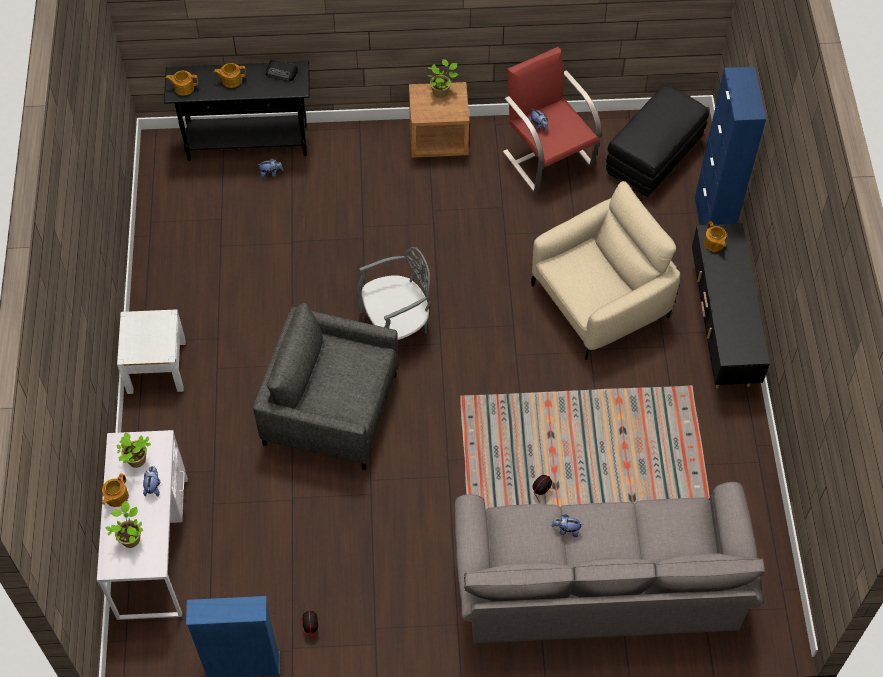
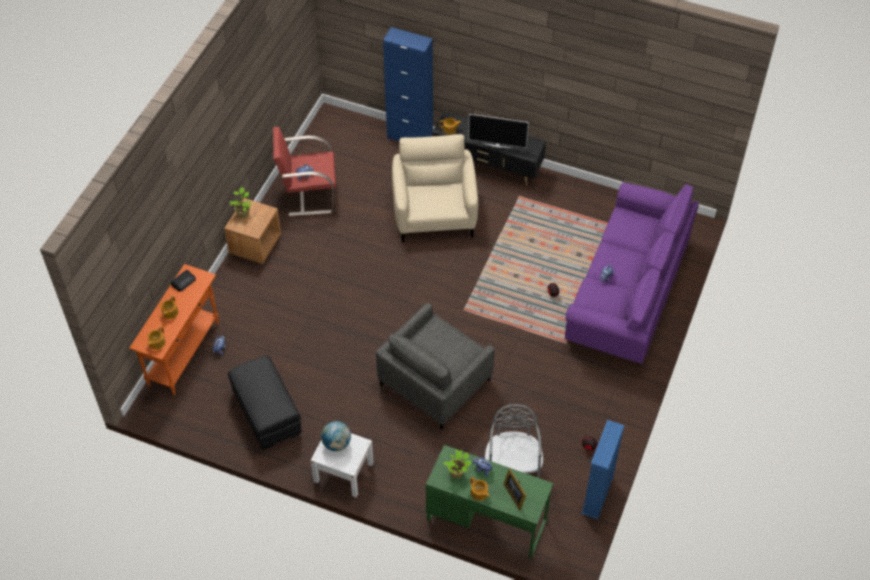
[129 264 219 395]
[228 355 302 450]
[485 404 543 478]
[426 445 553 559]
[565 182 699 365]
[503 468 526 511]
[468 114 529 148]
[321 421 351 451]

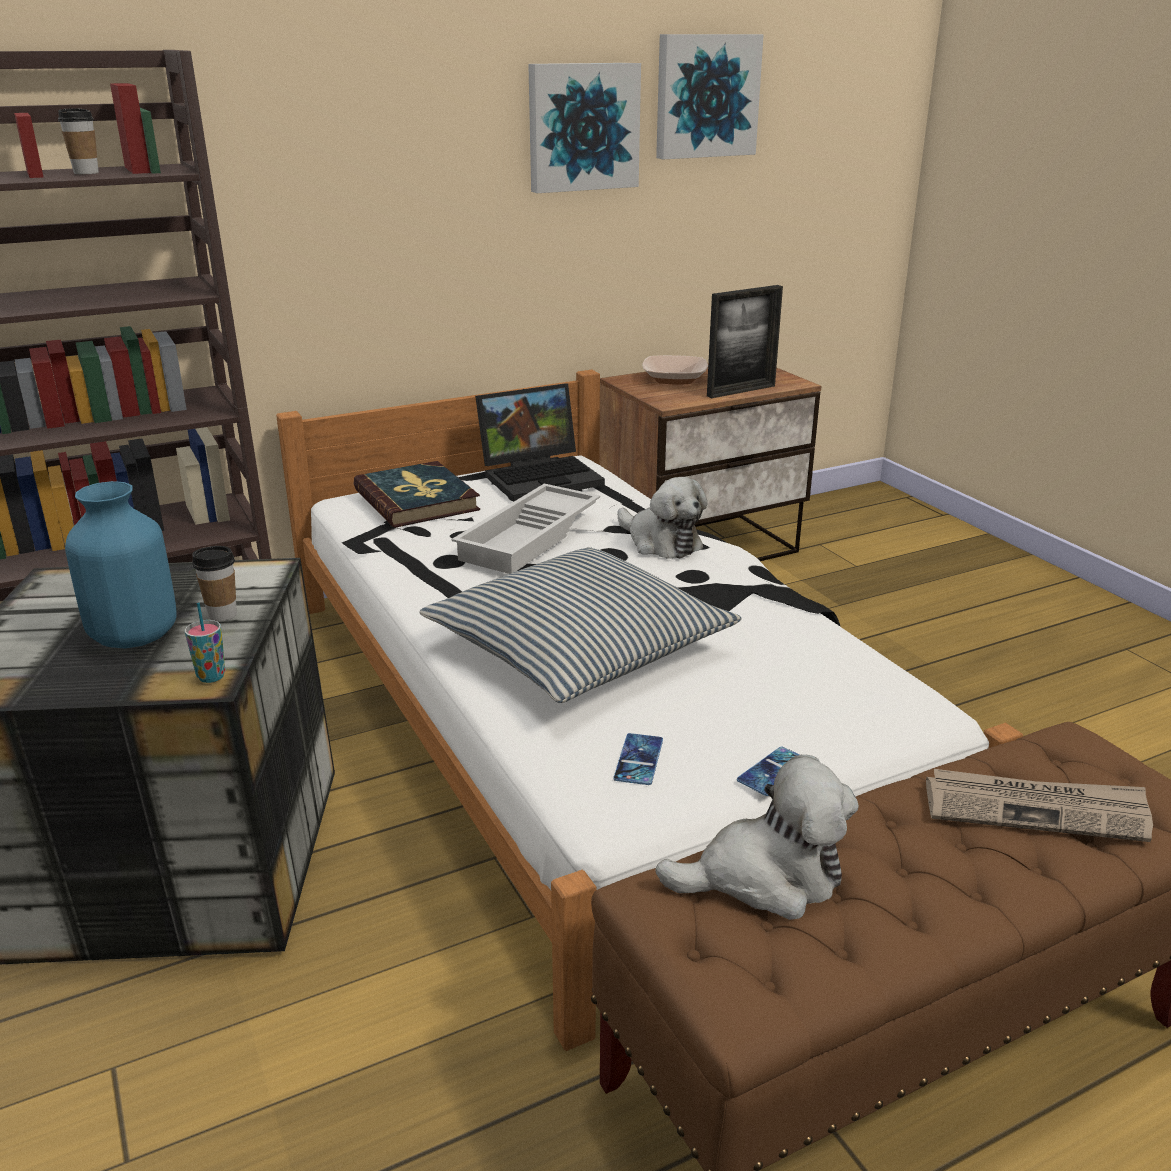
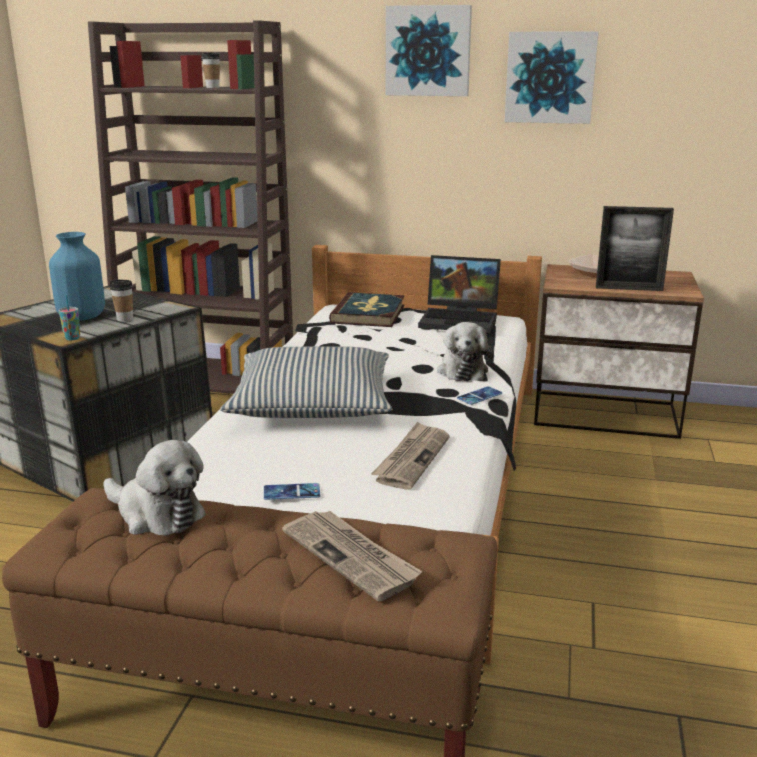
[386 5 472 96]
[452 483 600 574] (first image)
[457 386 502 405]
[371 422 450 490]

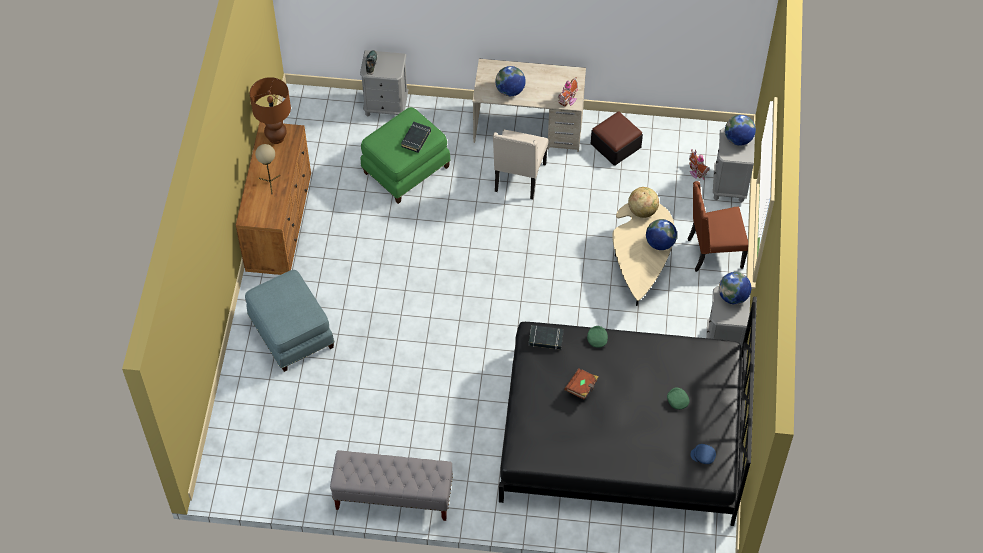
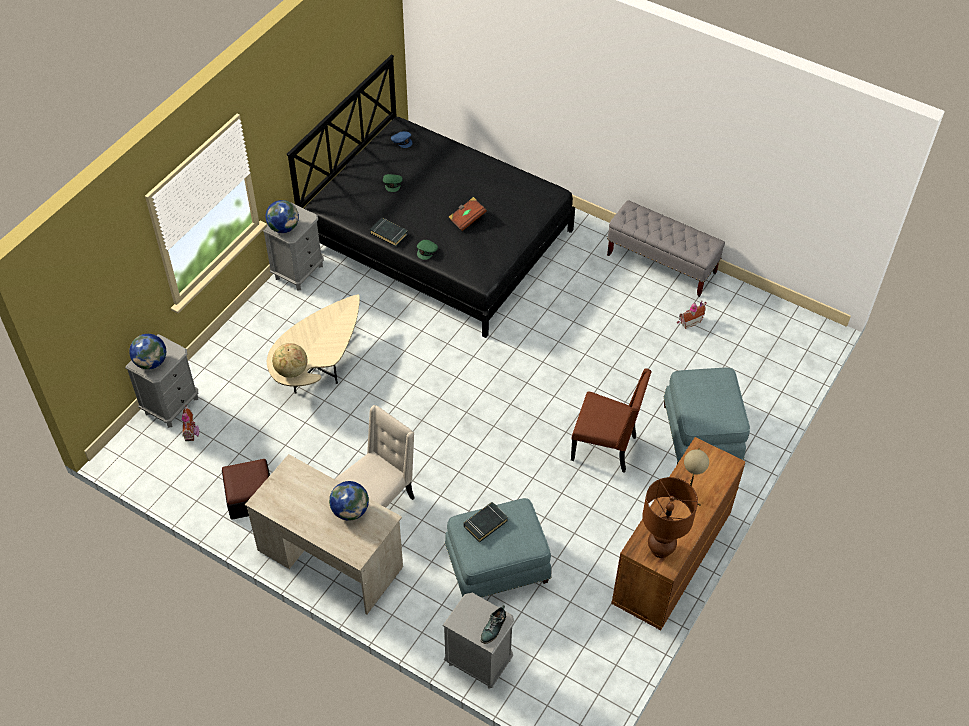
[677 300 707 329]
[445 498 552 597]
[571 368 652 473]
[646 219 677 250] (first image)
[370 218 408 247]

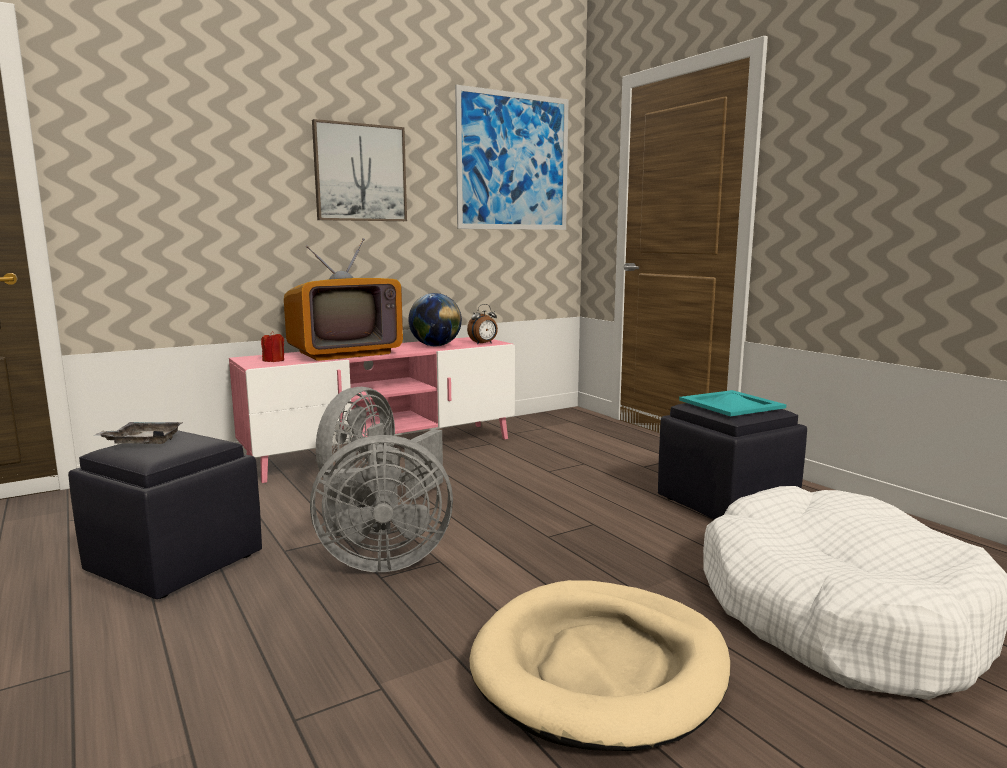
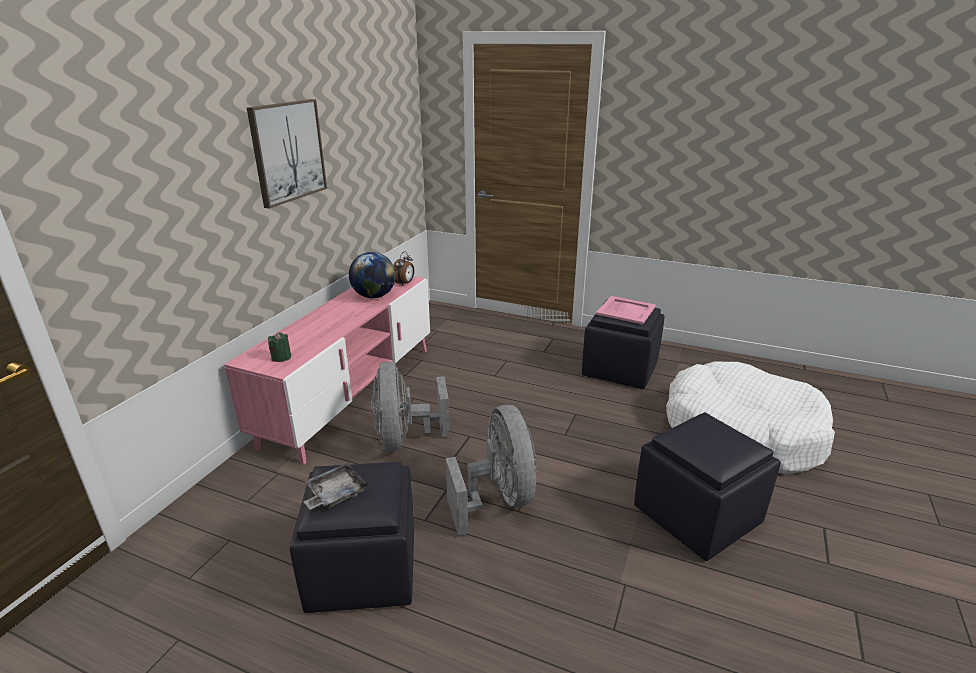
[455 85 569 230] (first image)
[284 238 403 361] (first image)
[268 332 291 362]
[596 296 656 324]
[446 405 537 536]
[634 412 781 561]

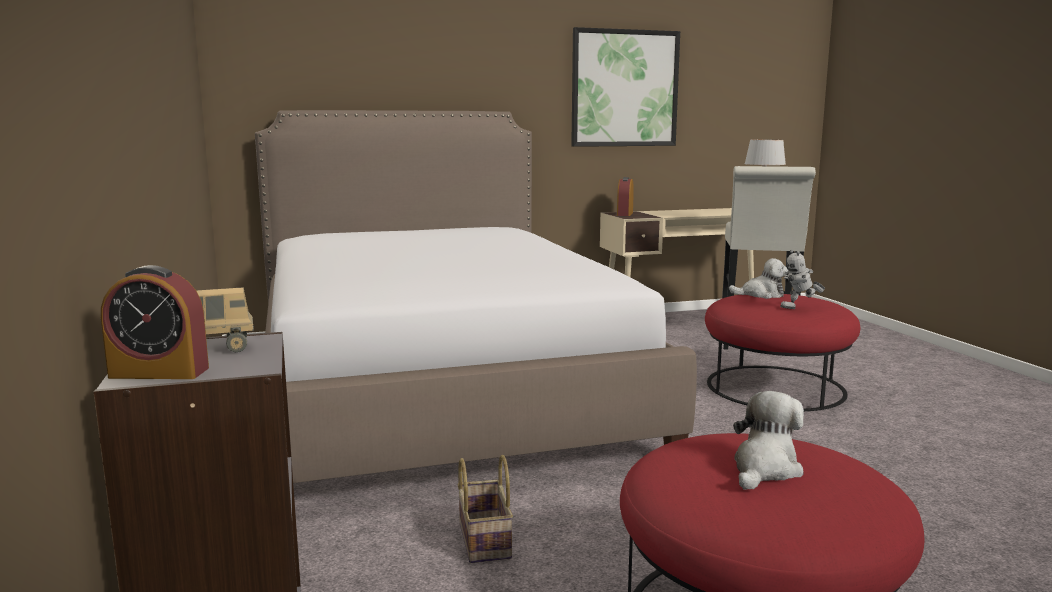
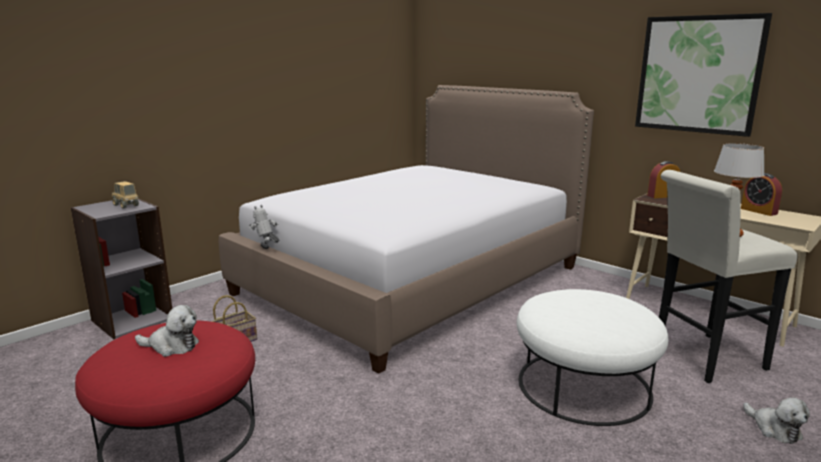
[249 205 279 249]
[743 397 810 444]
[741 173 782 216]
[517 289 668 426]

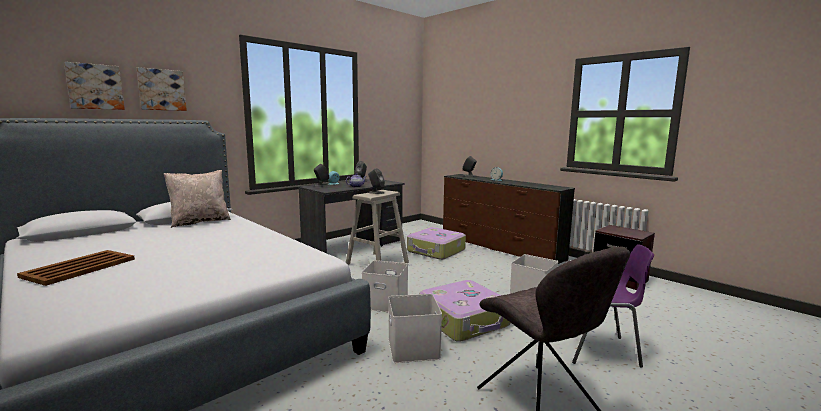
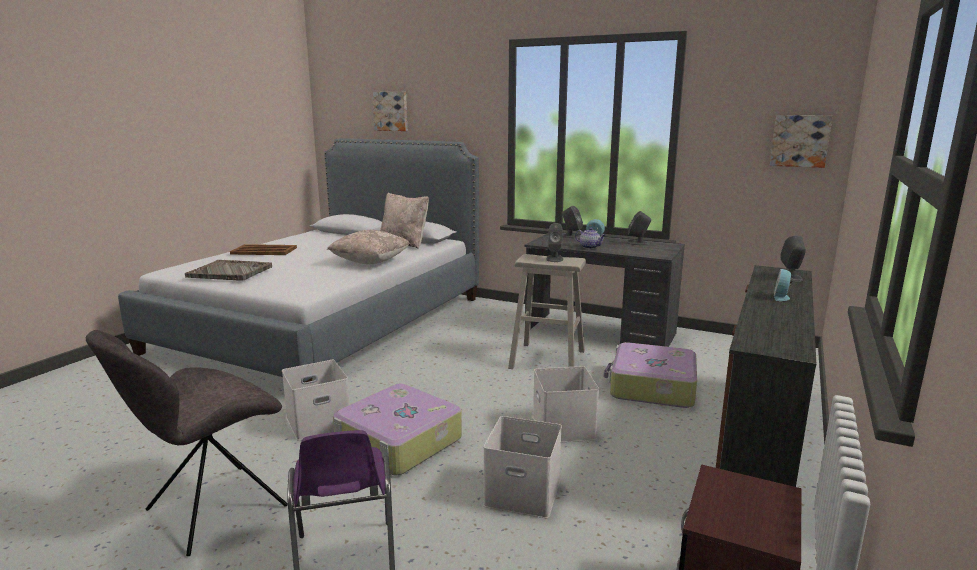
[770 115 833 168]
[533 366 599 442]
[327 230 410 264]
[185 260 272 281]

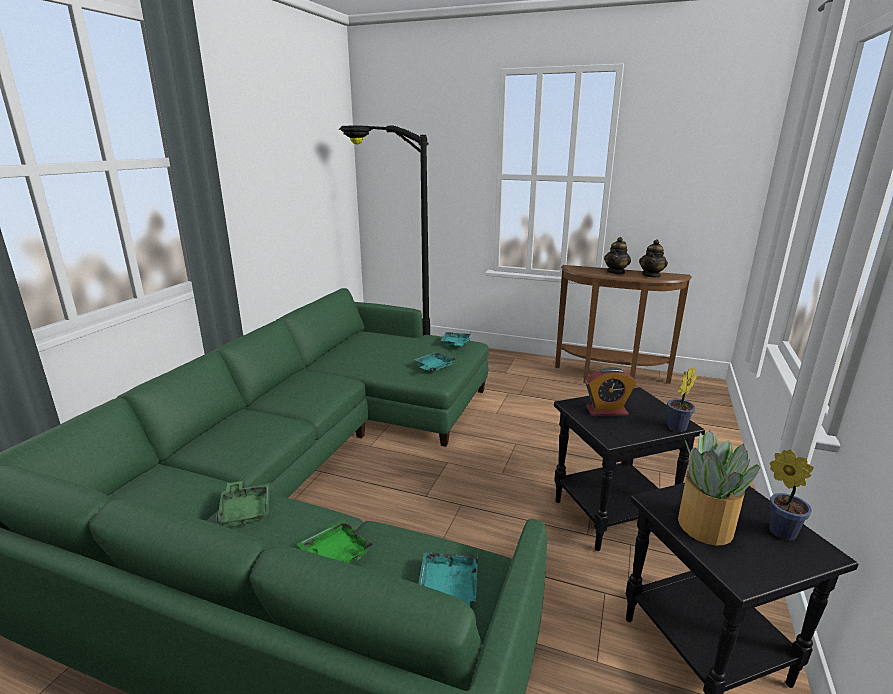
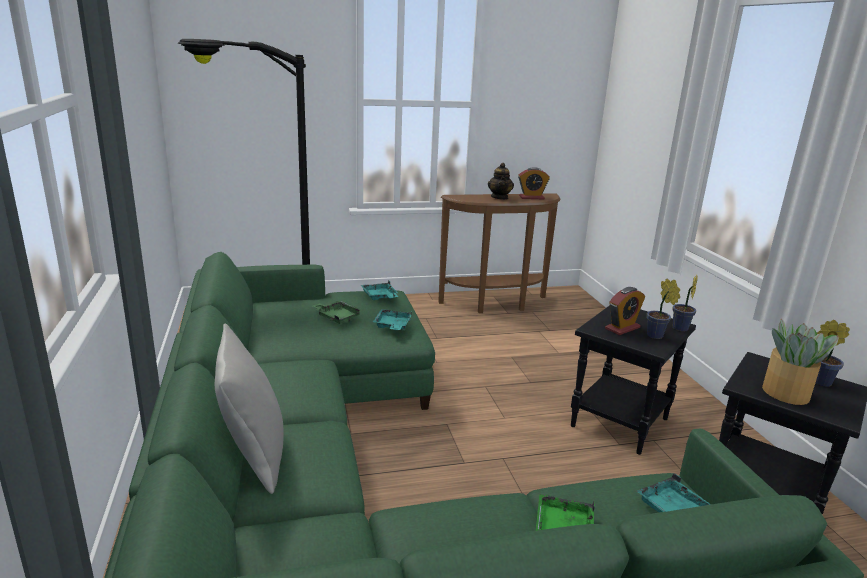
[518 167 550 199]
[313 300 363 324]
[647 279 680 339]
[215 324 284 494]

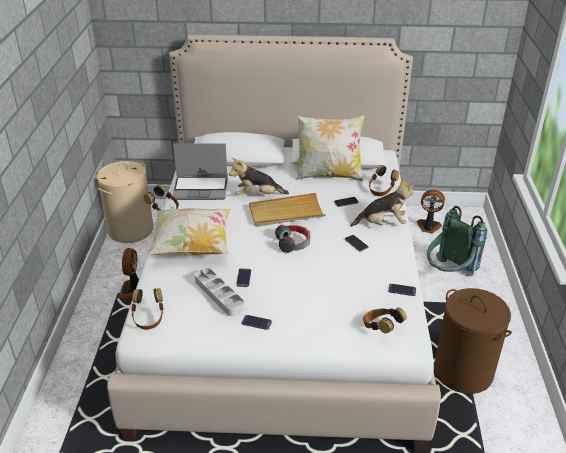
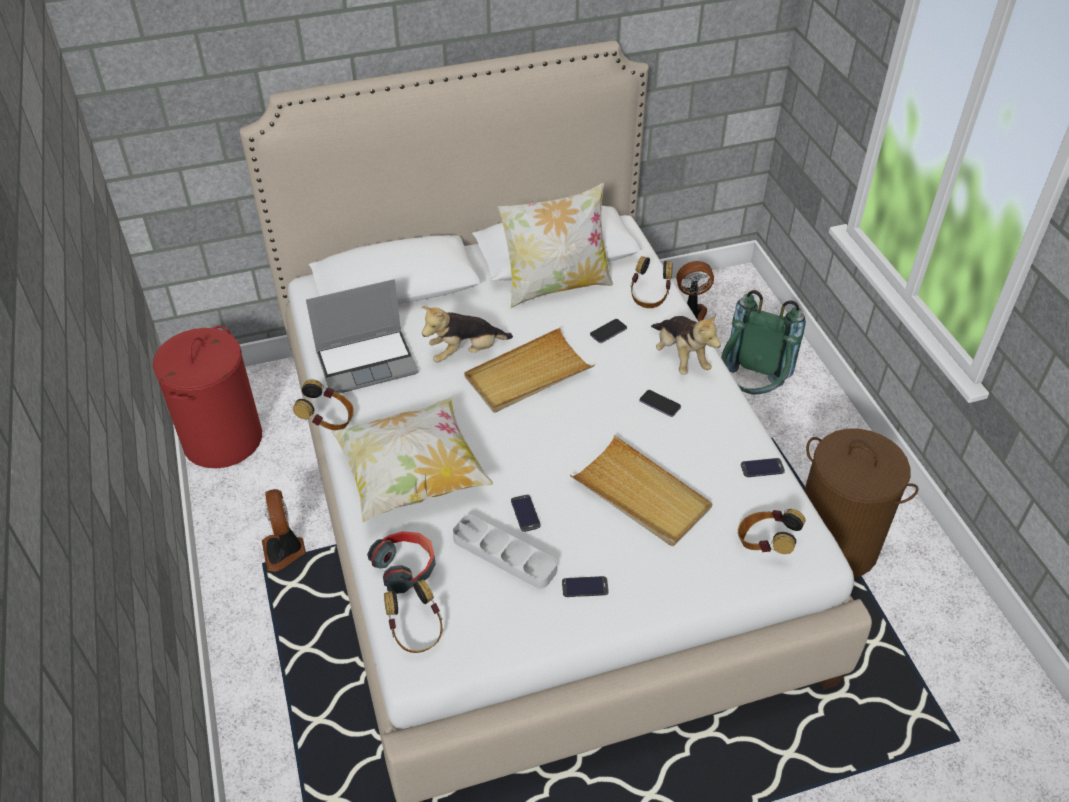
[153 326 262 468]
[651 314 721 375]
[367 531 436 594]
[570 435 712 546]

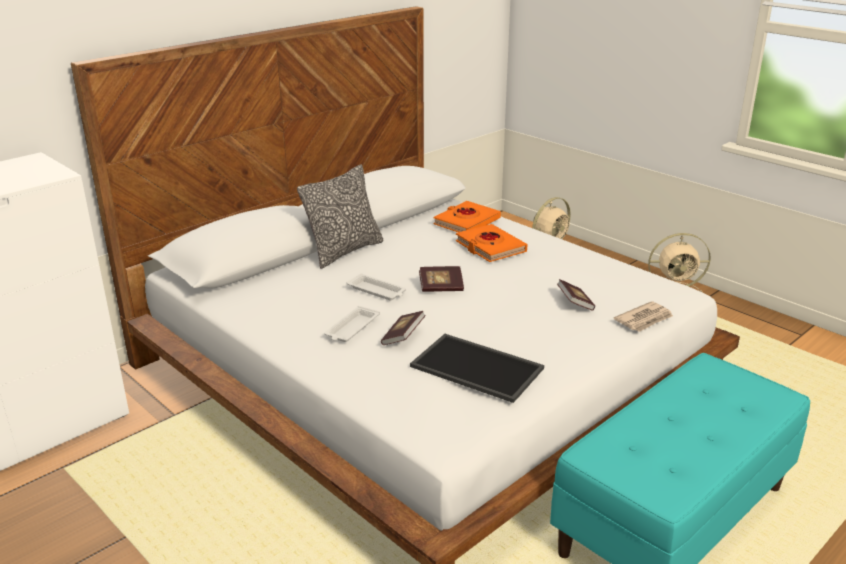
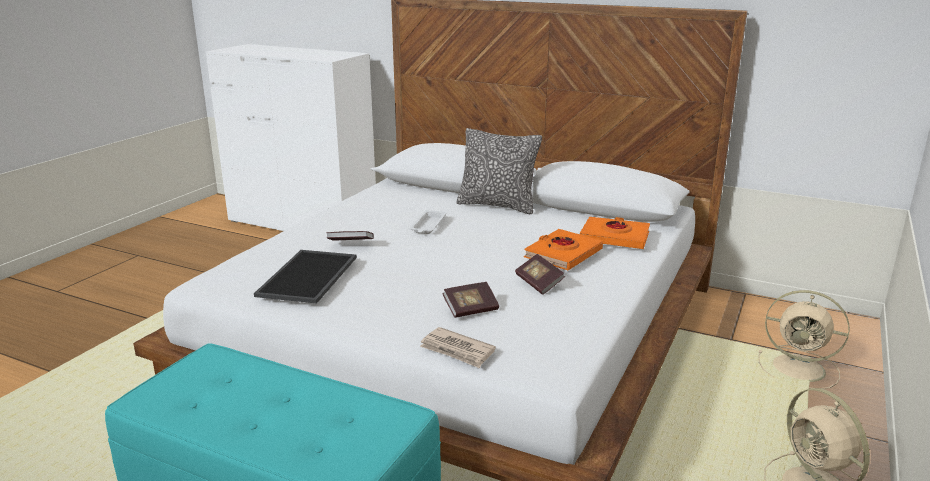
[515 254 565 295]
[324 306 380 342] (first image)

